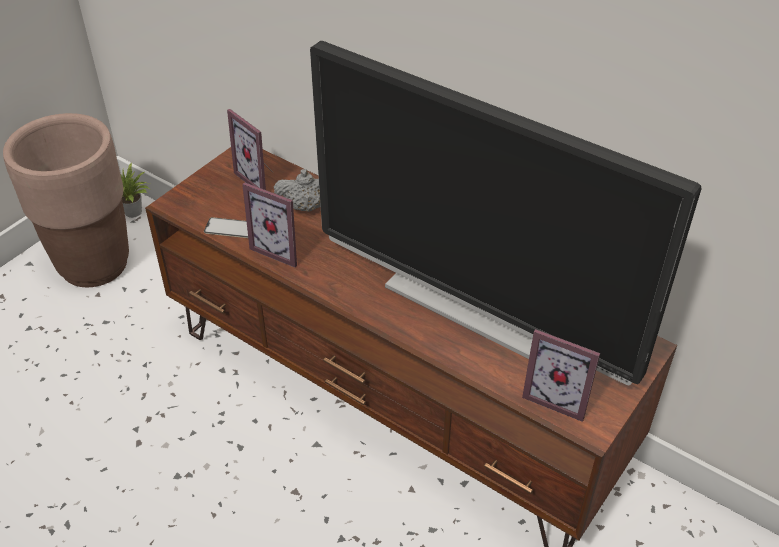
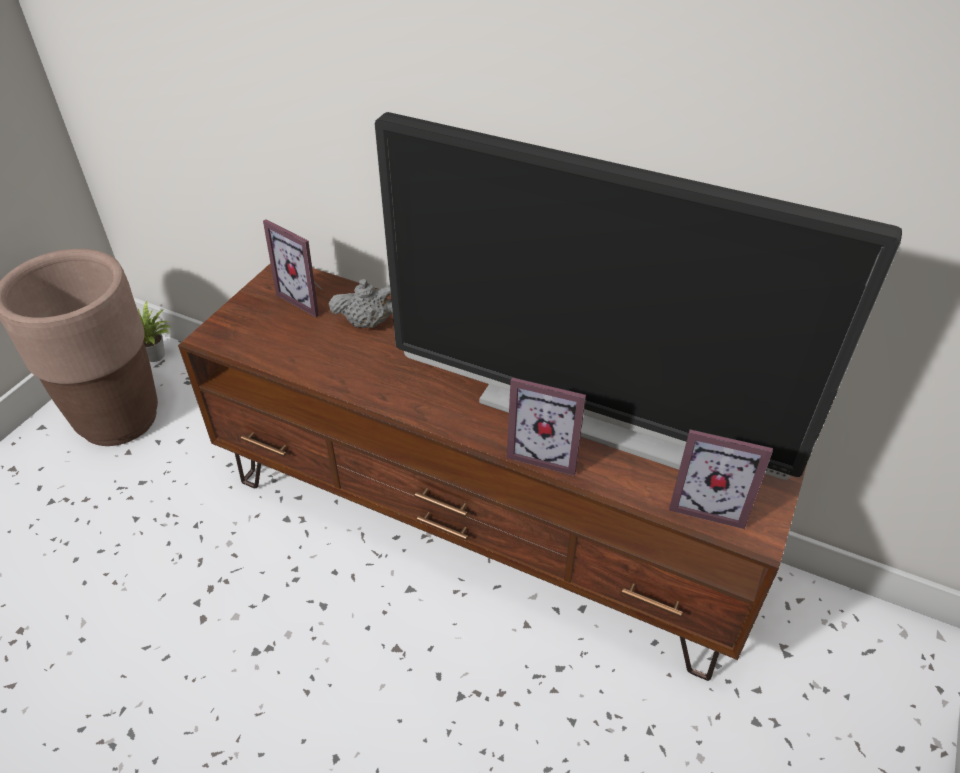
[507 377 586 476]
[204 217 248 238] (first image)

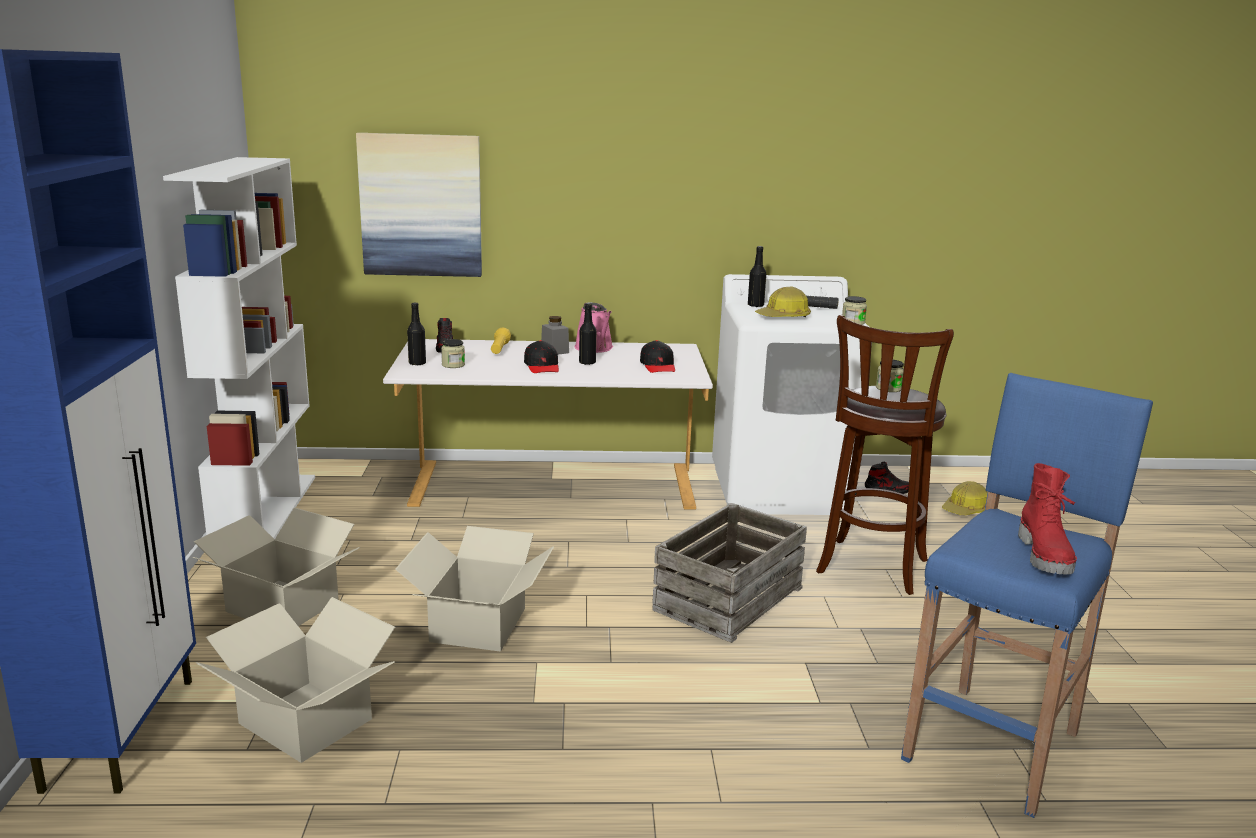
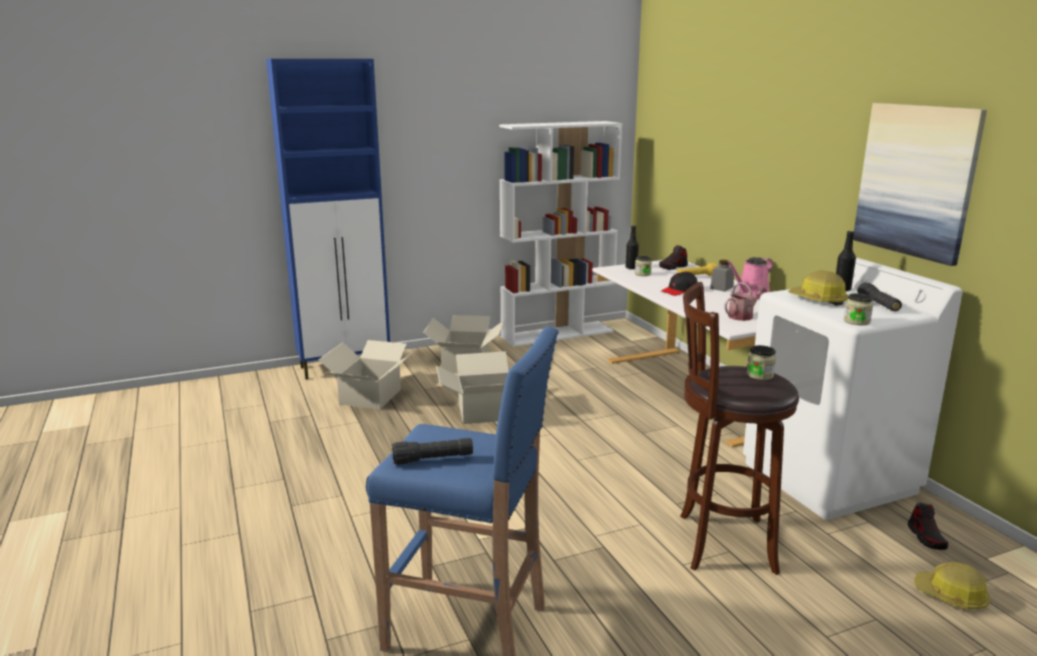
[853 103 987 266]
[579 303 596 365] (first image)
[724 282 767 321]
[392 438 473 465]
[652 503 807 643] (first image)

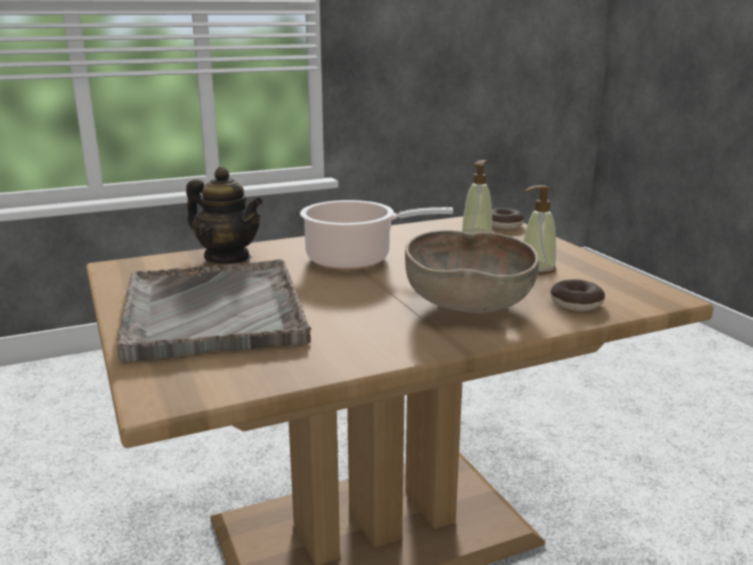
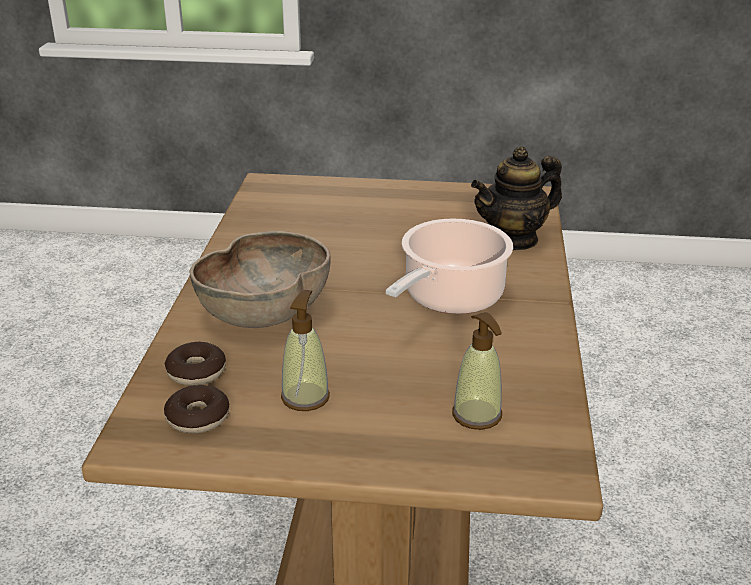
[164 385 229 433]
[117 259 311 362] (first image)

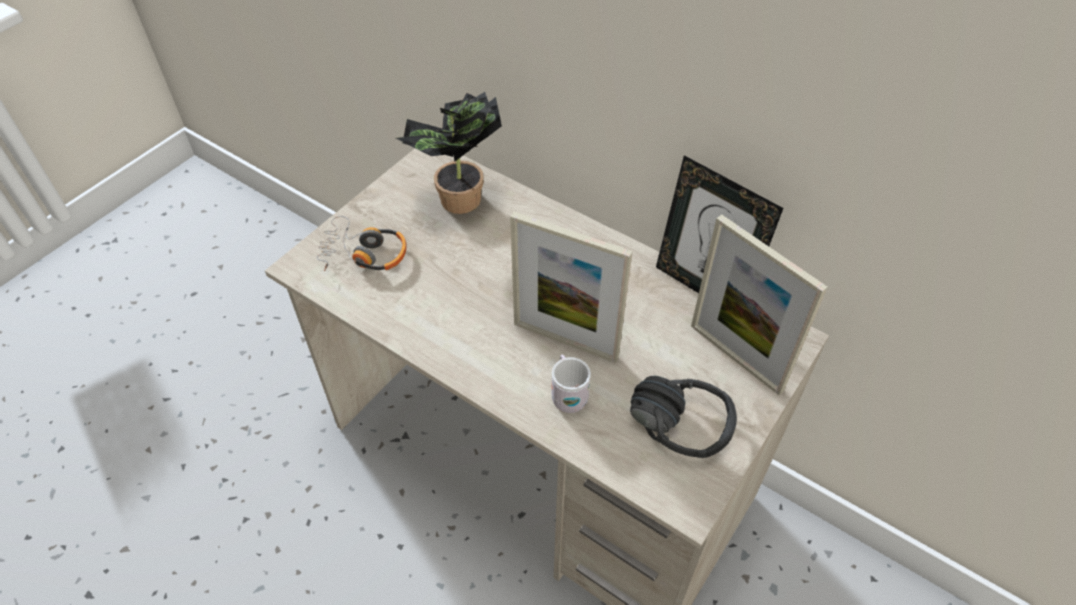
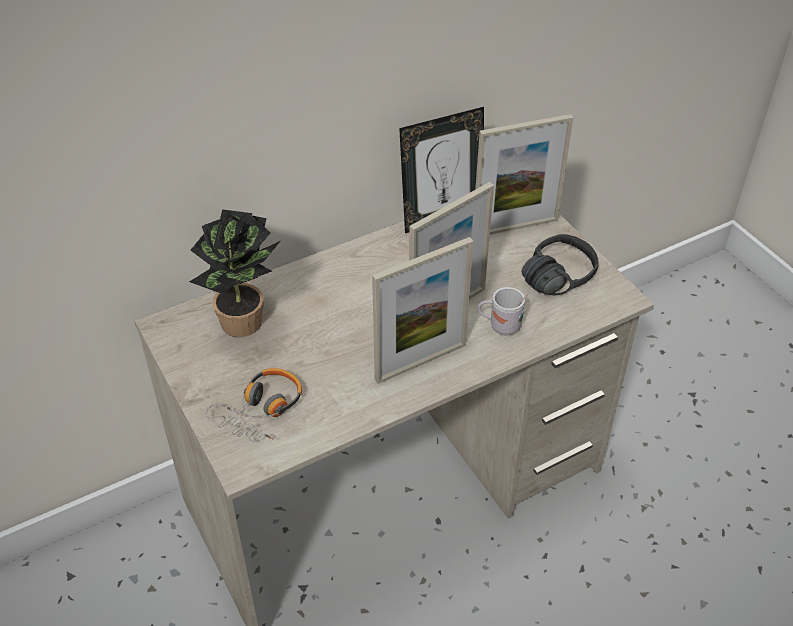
[372 237 474 384]

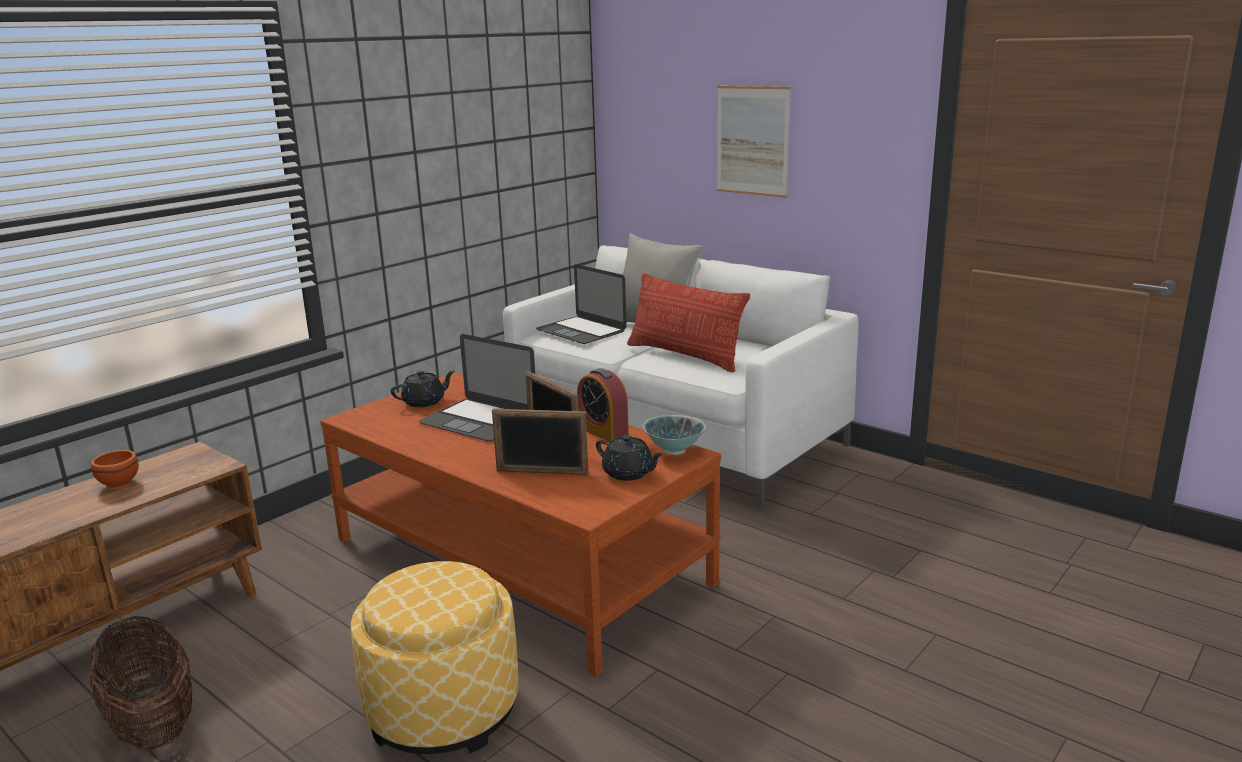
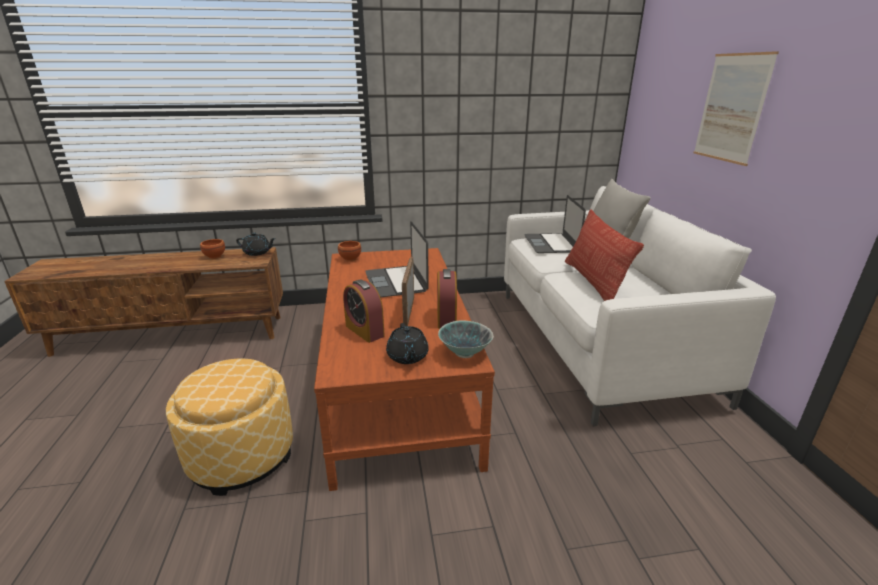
[236 233 276 256]
[343 279 385 343]
[89 615 193 751] (first image)
[338 241 361 262]

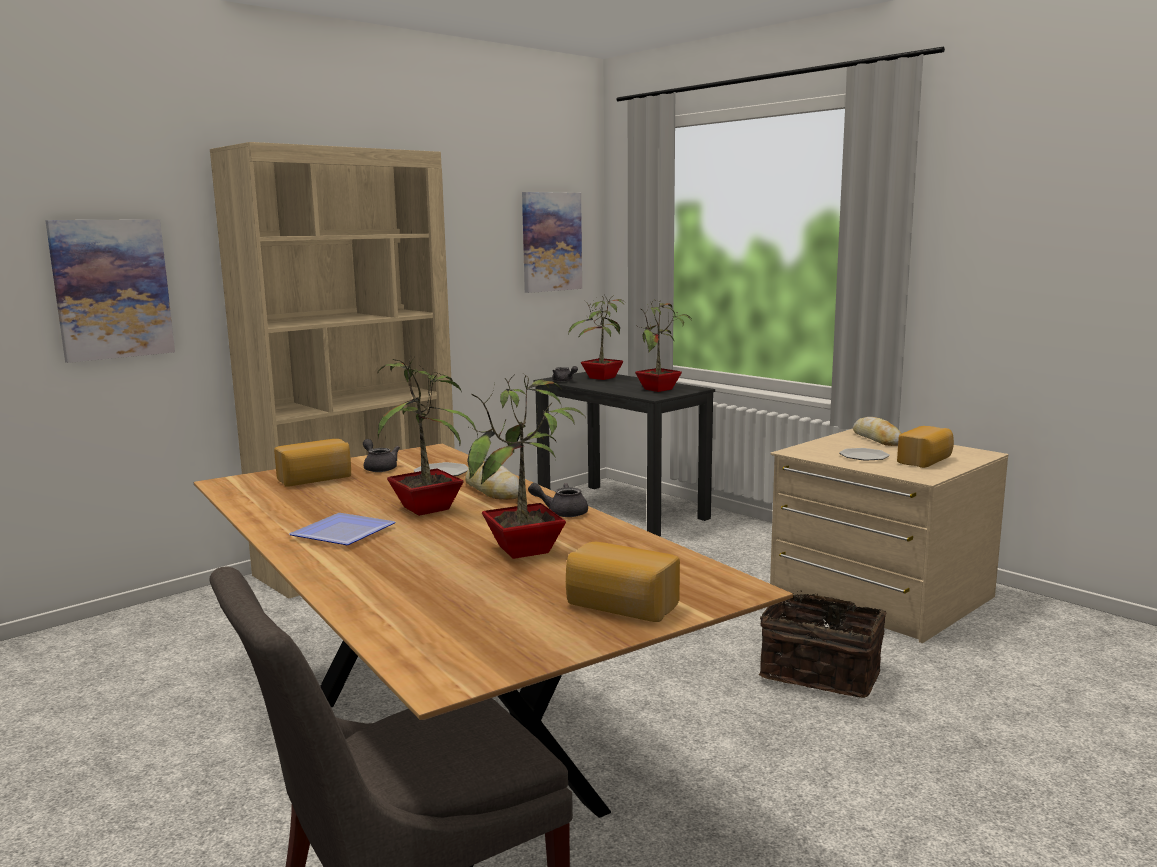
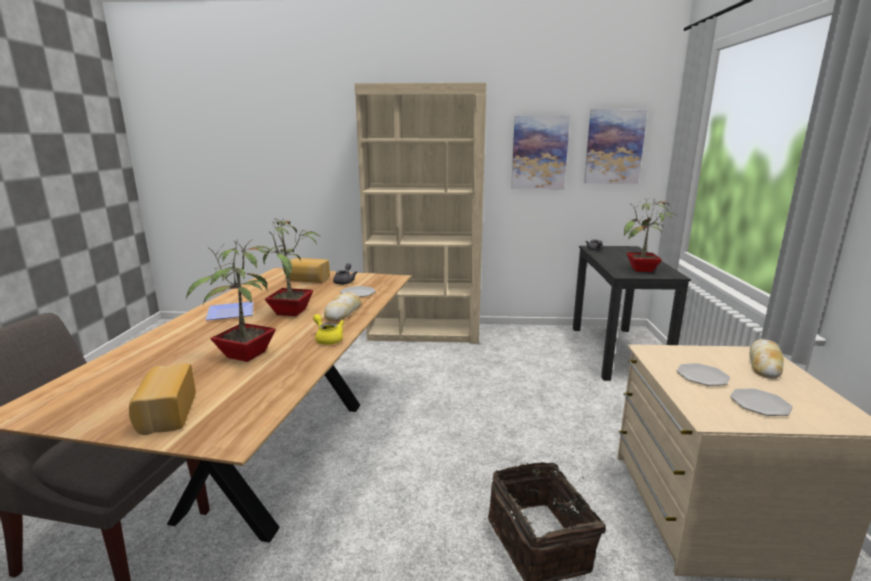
[511 115 570 189]
[568 295 627 380] (first image)
[730 389 793 416]
[313 314 344 345]

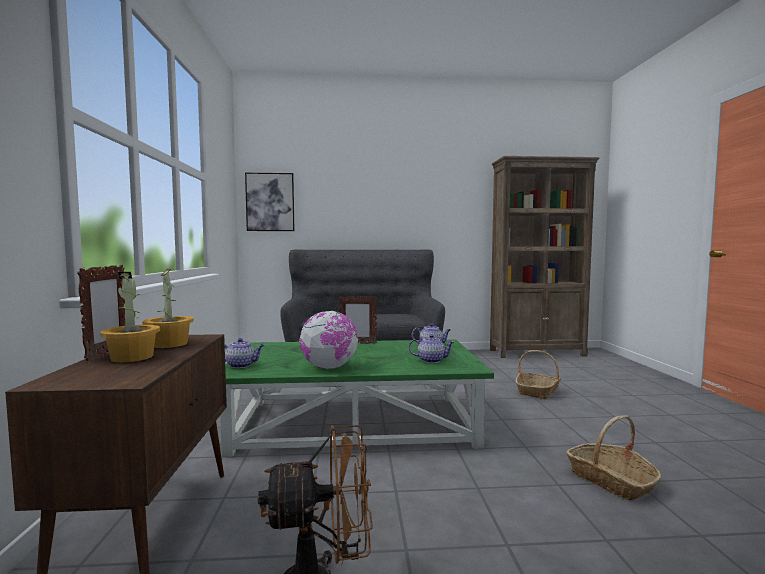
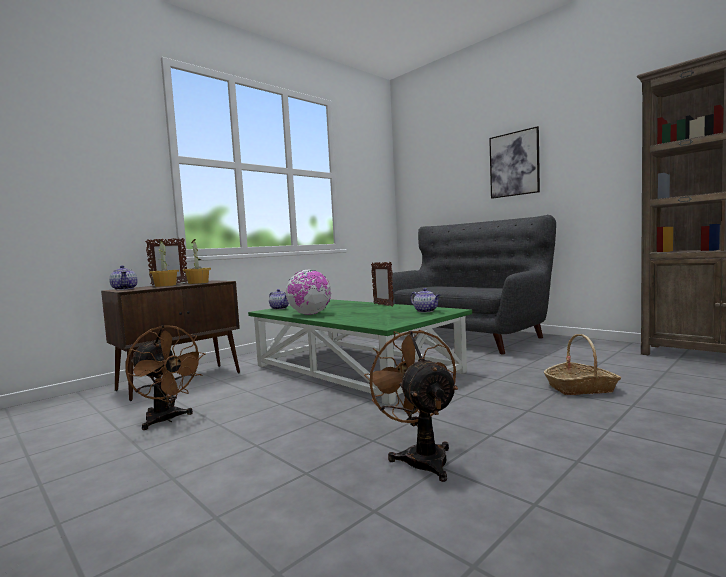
[489 126 540 199]
[109 265 138 290]
[364 330 458 482]

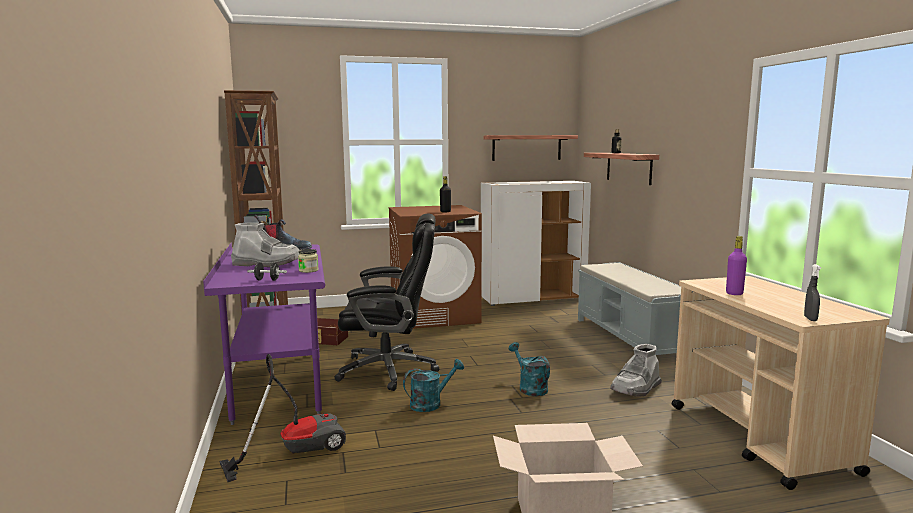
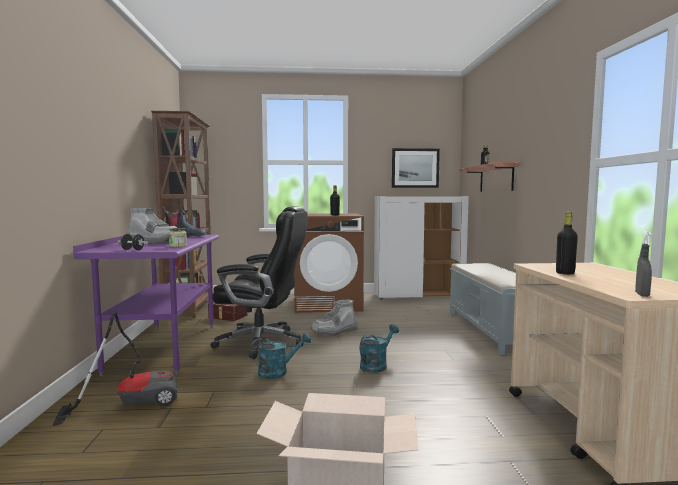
[392 148 440 188]
[556 212 578 275]
[360 324 399 373]
[311 300 358 336]

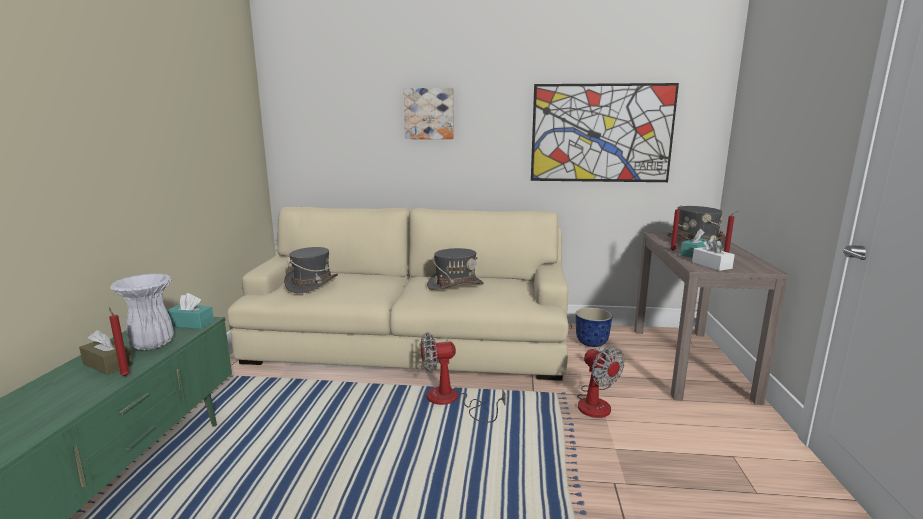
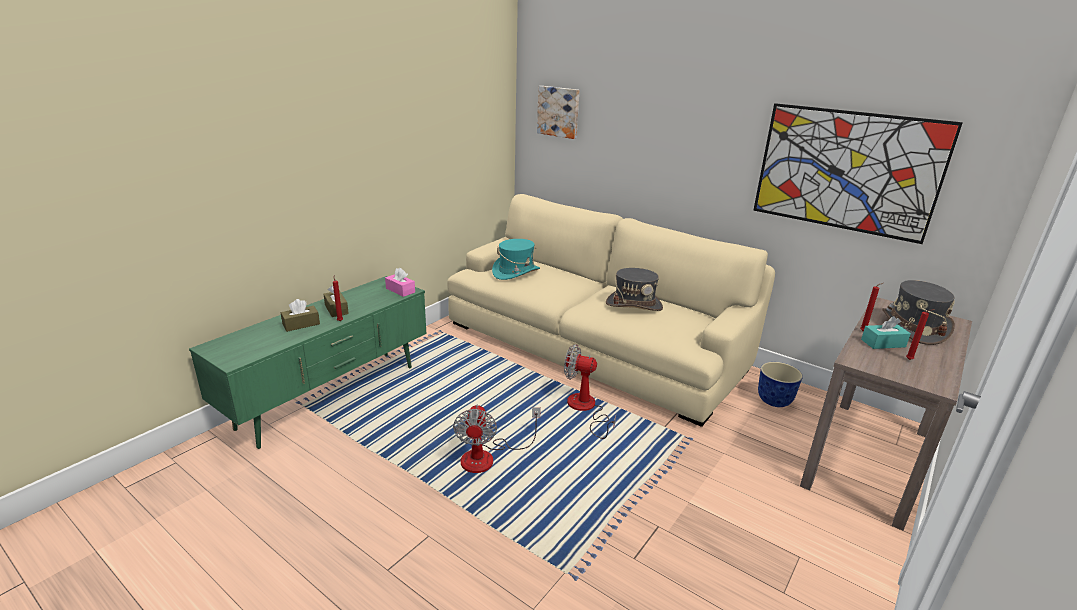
[537 86 579 139]
[692 237 735 271] (first image)
[492 239 540 280]
[110 273 174 350] (first image)
[385 268 415 297]
[453 405 541 473]
[281 299 320 332]

